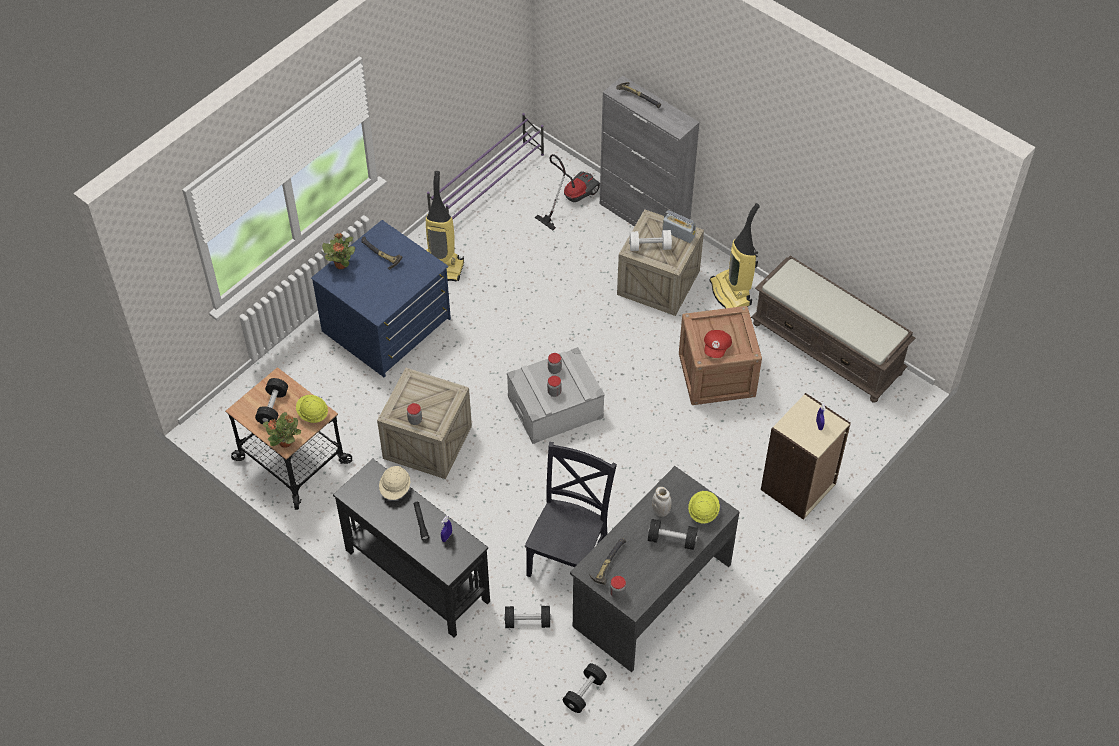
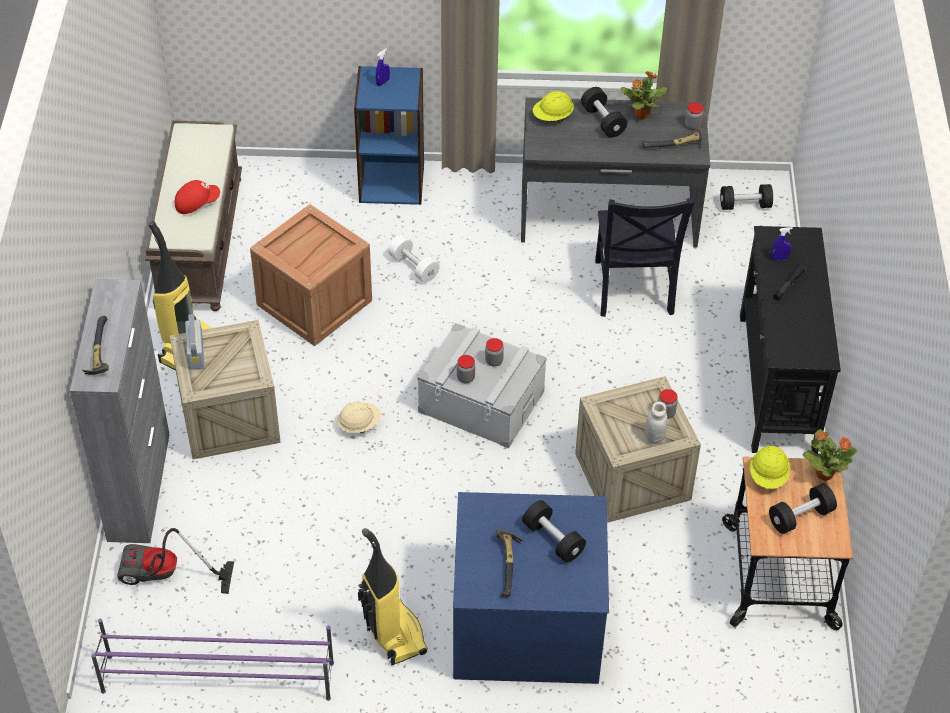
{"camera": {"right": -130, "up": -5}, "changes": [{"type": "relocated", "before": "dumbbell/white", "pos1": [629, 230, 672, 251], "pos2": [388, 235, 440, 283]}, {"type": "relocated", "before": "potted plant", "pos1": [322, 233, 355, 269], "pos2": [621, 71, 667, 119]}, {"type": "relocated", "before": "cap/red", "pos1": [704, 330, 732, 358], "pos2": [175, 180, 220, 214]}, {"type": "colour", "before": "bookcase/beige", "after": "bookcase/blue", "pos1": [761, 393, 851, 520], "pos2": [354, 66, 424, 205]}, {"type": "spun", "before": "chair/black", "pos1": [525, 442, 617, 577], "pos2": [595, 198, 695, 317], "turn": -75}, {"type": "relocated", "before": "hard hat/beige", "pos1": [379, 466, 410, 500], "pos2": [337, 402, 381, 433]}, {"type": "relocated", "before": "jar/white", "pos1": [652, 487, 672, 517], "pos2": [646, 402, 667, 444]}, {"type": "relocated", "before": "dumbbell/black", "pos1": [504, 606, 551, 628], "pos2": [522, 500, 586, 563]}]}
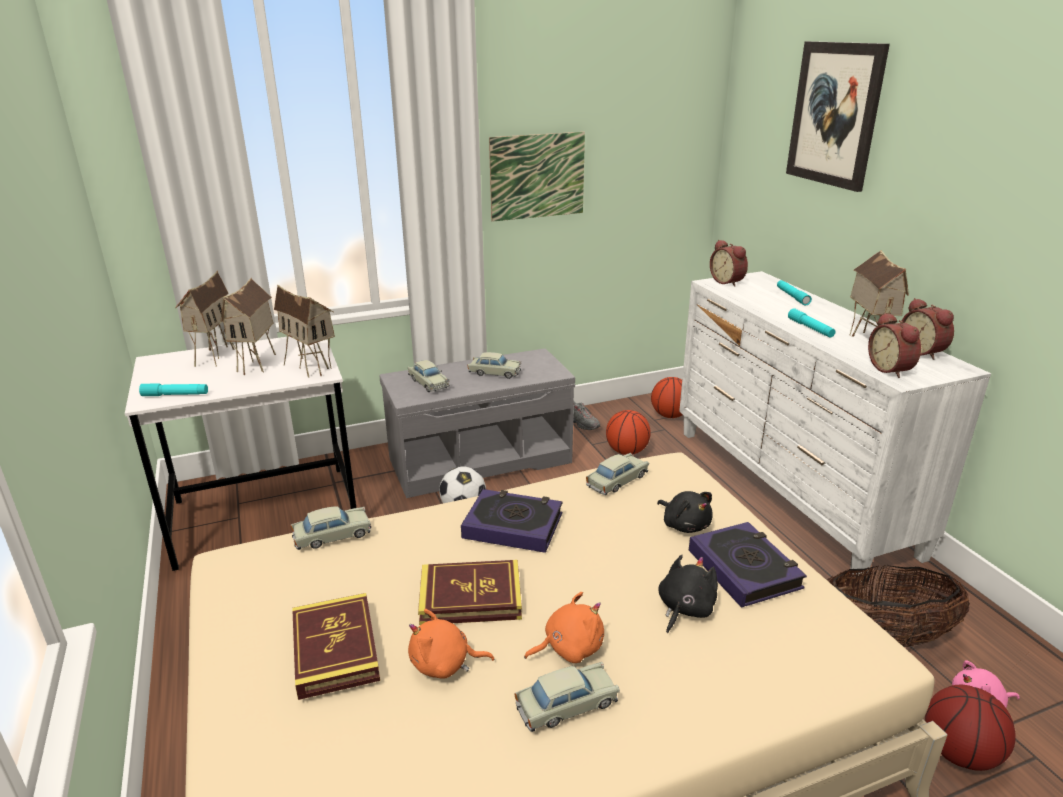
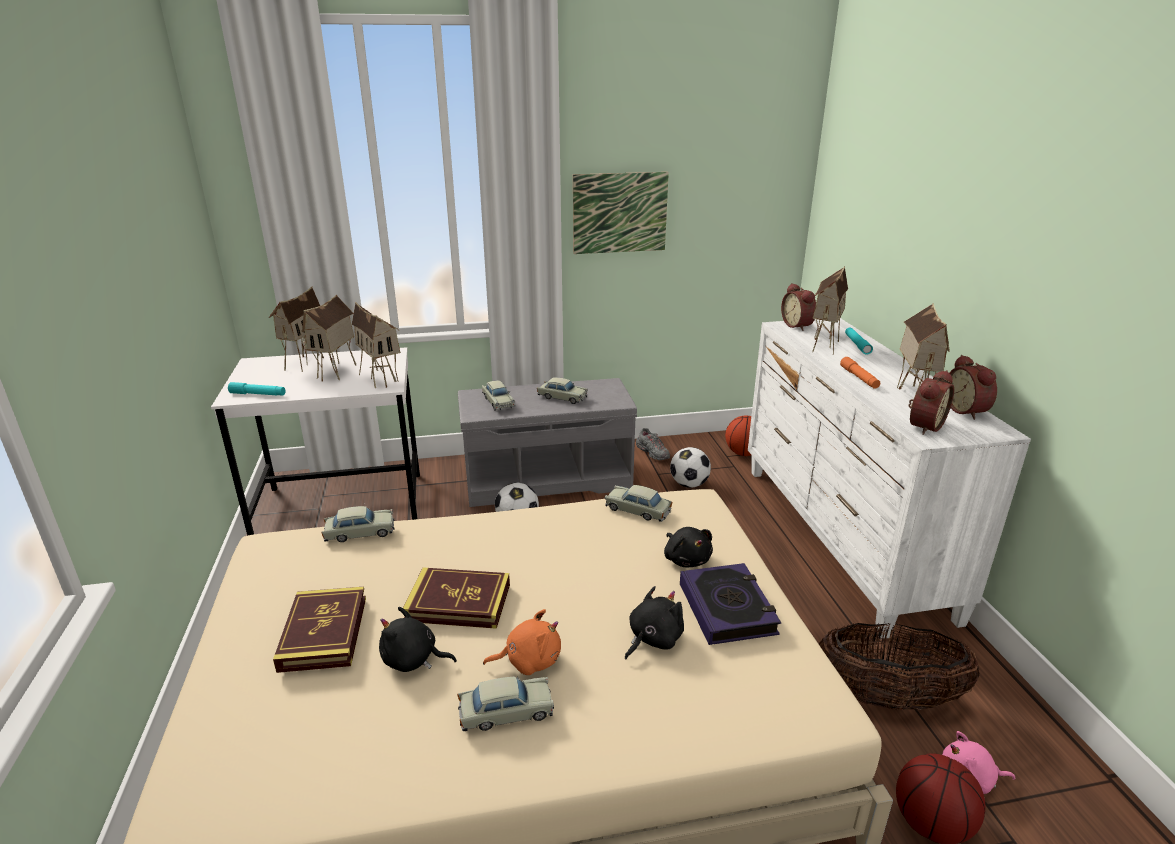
{"camera": {"right": 10, "up": 0}, "changes": [{"type": "missing", "before": "picture", "pos1": [786, 41, 890, 192]}, {"type": "colour", "before": "flashlight/turquoise", "after": "flashlight/orange", "pos1": [788, 308, 836, 337], "pos2": [840, 357, 880, 389]}, {"type": "spun", "before": "alarm clock", "pos1": [868, 312, 921, 378], "pos2": [908, 370, 954, 435], "turn": -135}, {"type": "exchanged", "before": "basketball", "after": "football", "pos1": [606, 410, 651, 455], "pos2": [670, 447, 711, 488]}, {"type": "spun", "before": "toy car/beige", "pos1": [586, 453, 649, 495], "pos2": [605, 485, 672, 522], "turn": -120}, {"type": "missing", "before": "book", "pos1": [461, 489, 563, 553]}, {"type": "colour", "before": "plush toy/orange", "after": "plush toy/black", "pos1": [408, 609, 494, 679], "pos2": [379, 607, 457, 672]}, {"type": "appeared", "after": "toy house", "pos2": [812, 266, 848, 355]}]}
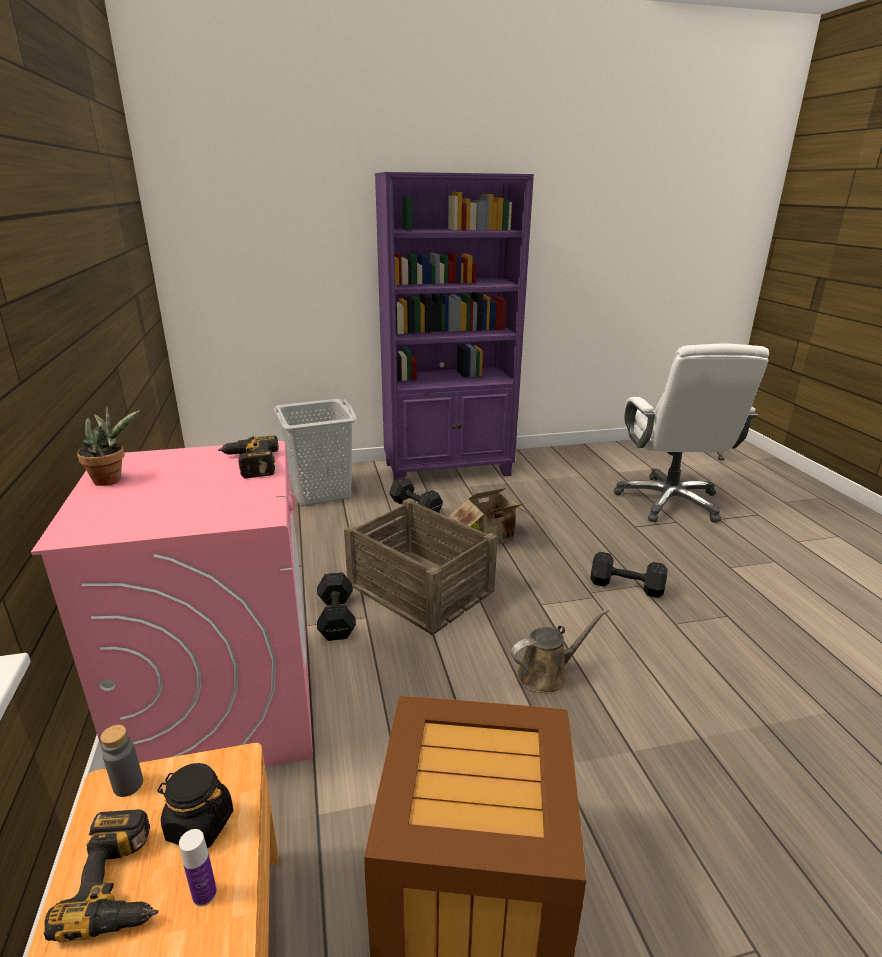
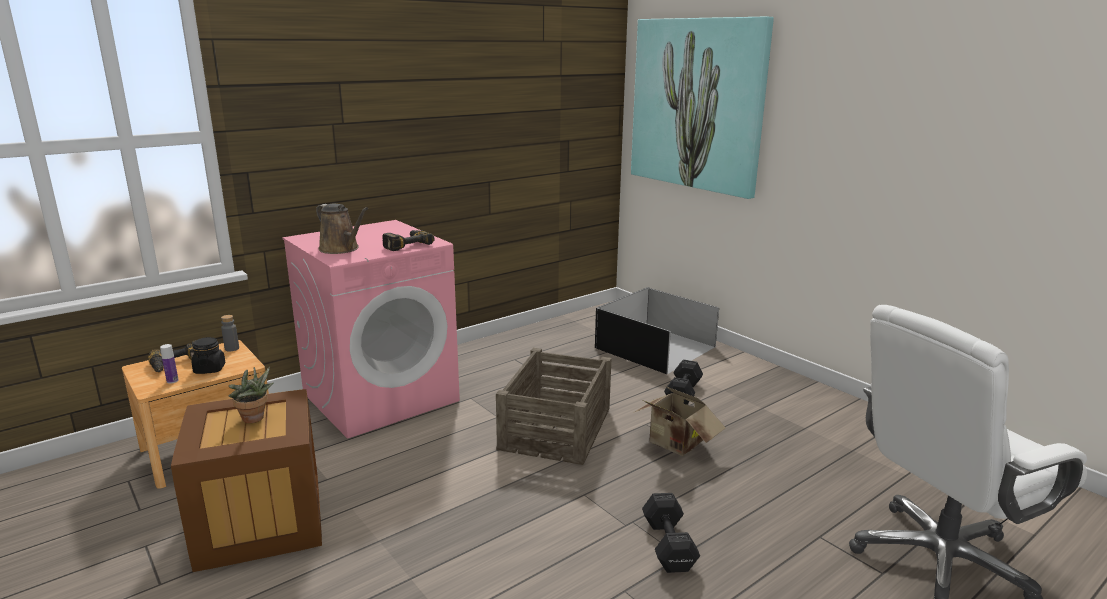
{"camera": {"right": 65, "up": -5}, "changes": [{"type": "missing", "before": "bookcase/purple", "pos1": [375, 172, 534, 481]}, {"type": "exchanged", "before": "laundry basket/grey", "after": "storage box/black", "pos1": [273, 399, 358, 506], "pos2": [595, 287, 719, 374]}, {"type": "relocated", "before": "potted plant", "pos1": [77, 406, 139, 486], "pos2": [229, 367, 273, 423]}, {"type": "missing", "before": "dumbbell/black", "pos1": [317, 572, 356, 641]}, {"type": "relocated", "before": "watering can/brown", "pos1": [511, 609, 609, 694], "pos2": [316, 203, 368, 254]}, {"type": "appeared", "after": "picture", "pos2": [631, 17, 774, 199]}]}
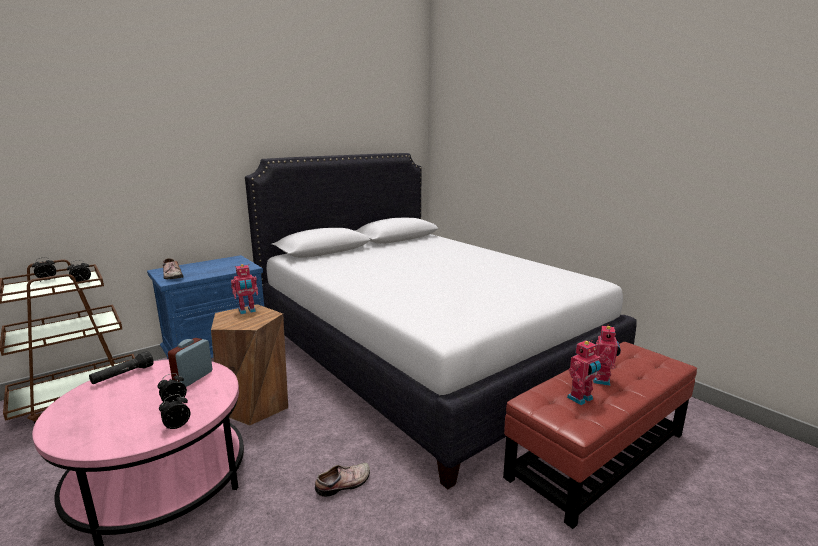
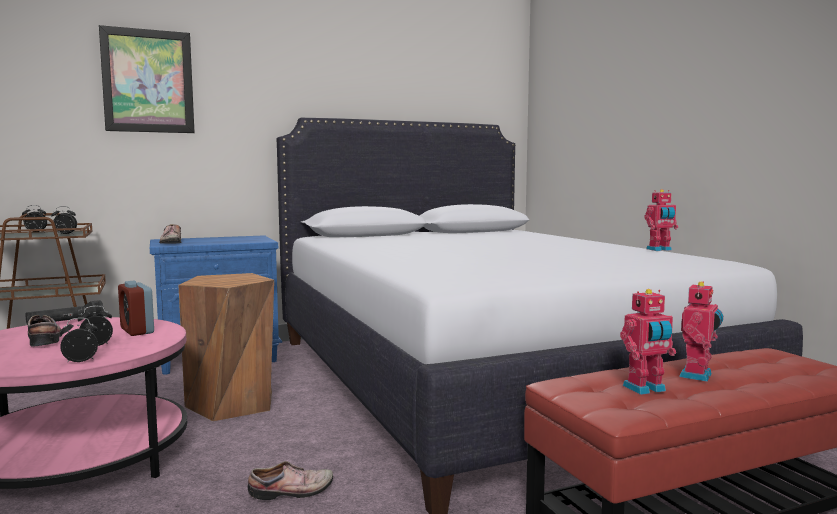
{"camera": {"right": 15, "up": -10}, "changes": [{"type": "relocated", "before": "toy robot", "pos1": [231, 264, 258, 314], "pos2": [644, 189, 678, 251]}, {"type": "spun", "before": "alarm clock", "pos1": [168, 338, 212, 387], "pos2": [118, 281, 154, 336], "turn": -75}, {"type": "appeared", "after": "picture", "pos2": [99, 25, 195, 133]}, {"type": "appeared", "after": "shoe", "pos2": [28, 315, 62, 347]}]}
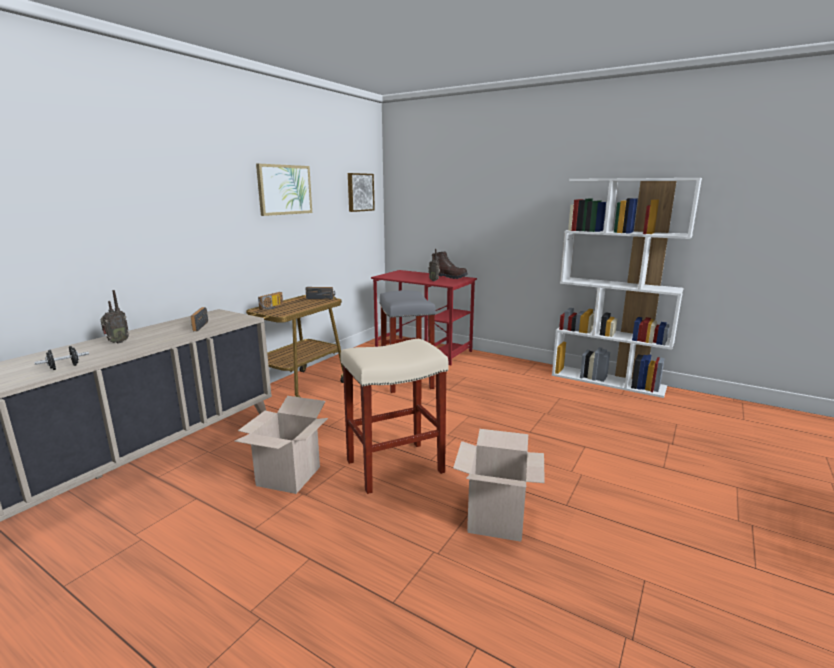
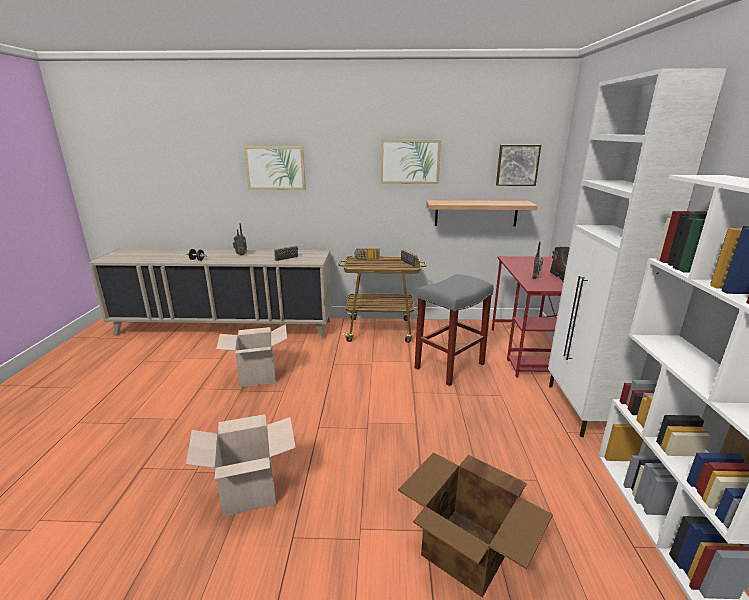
{"camera": {"right": 60, "up": 5}, "changes": [{"type": "missing", "before": "stool/beige", "pos1": [340, 339, 449, 494]}, {"type": "appeared", "after": "cabinet/white", "pos2": [548, 68, 726, 437]}, {"type": "appeared", "after": "picture", "pos2": [244, 146, 306, 190]}, {"type": "appeared", "after": "shelf", "pos2": [426, 200, 538, 226]}, {"type": "appeared", "after": "cardboard box", "pos2": [398, 452, 553, 598]}]}
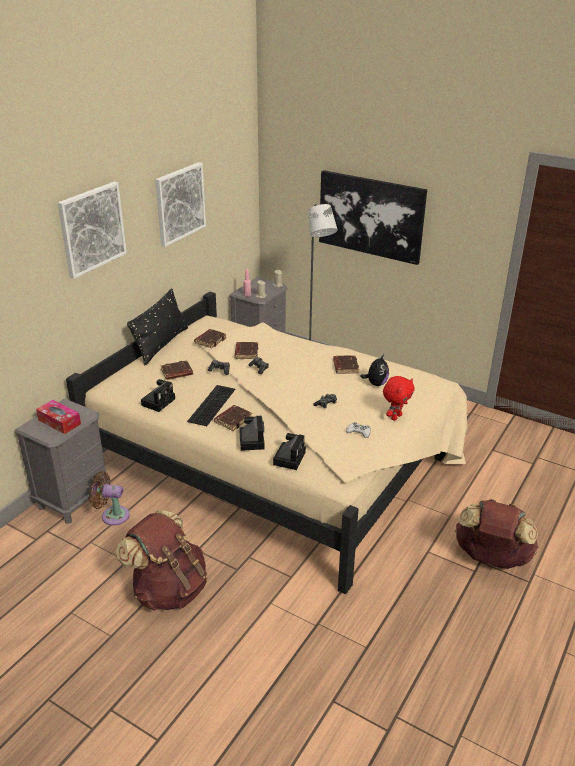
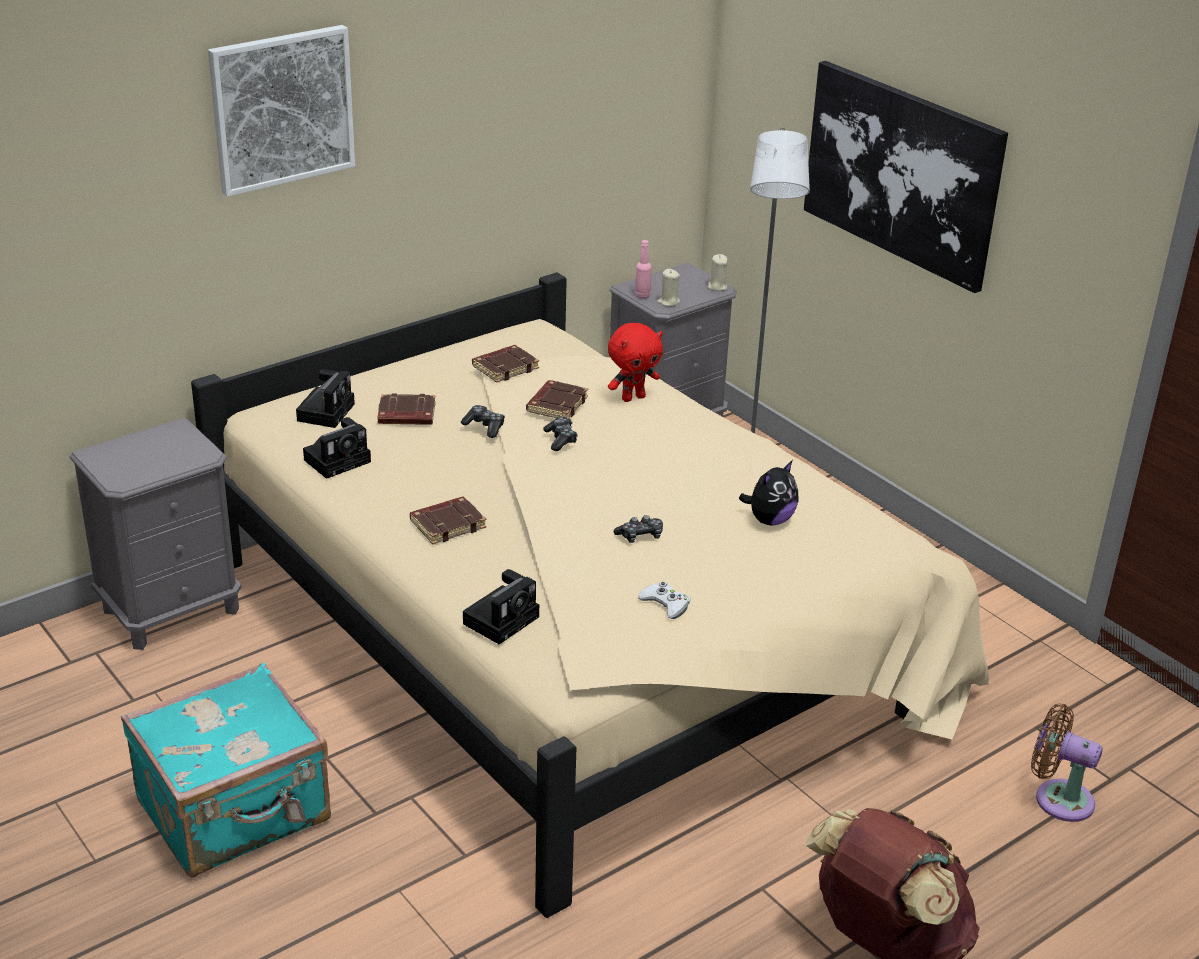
{"camera": {"right": 20, "up": 0}, "changes": [{"type": "missing", "before": "picture", "pos1": [155, 162, 206, 247]}, {"type": "missing", "before": "pillow/black", "pos1": [127, 288, 188, 365]}, {"type": "missing", "before": "book/brown", "pos1": [333, 355, 359, 374]}, {"type": "relocated", "before": "plush toy/red", "pos1": [383, 376, 414, 421], "pos2": [608, 323, 663, 402]}, {"type": "missing", "before": "keyboard", "pos1": [187, 385, 235, 426]}, {"type": "missing", "before": "tissue box", "pos1": [36, 400, 81, 434]}, {"type": "relocated", "before": "photo camera", "pos1": [239, 416, 265, 451], "pos2": [296, 369, 355, 428]}, {"type": "relocated", "before": "fan/brown", "pos1": [89, 471, 130, 526], "pos2": [1031, 703, 1103, 822]}, {"type": "exchanged", "before": "backpack/brown", "after": "suitcase/turquoise", "pos1": [116, 510, 207, 611], "pos2": [121, 663, 331, 878]}]}
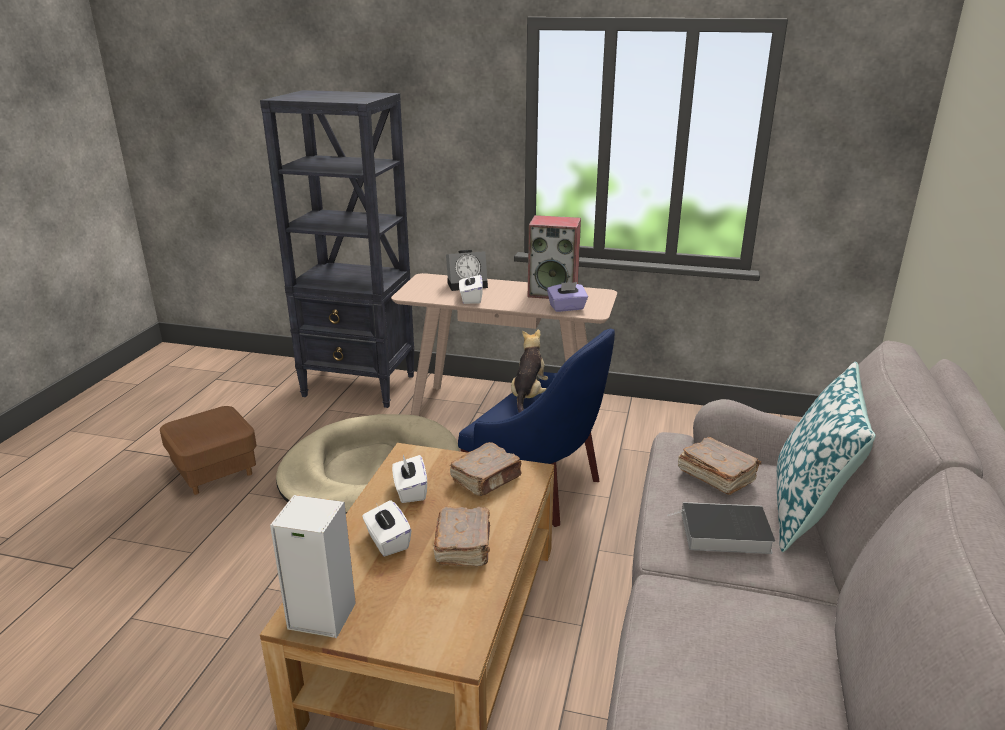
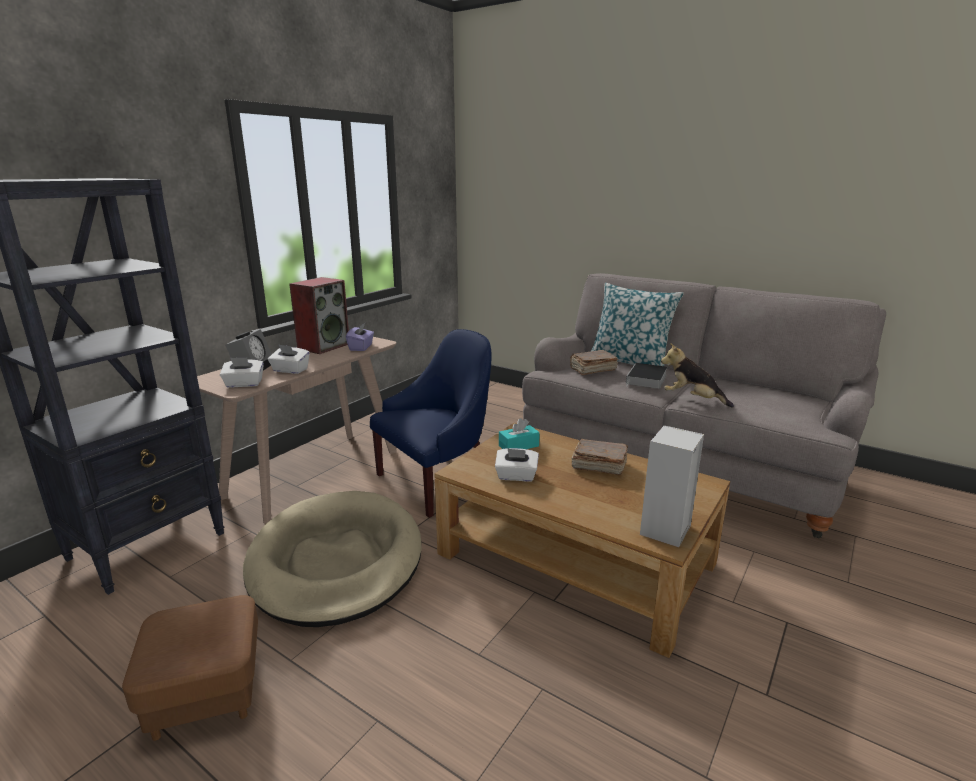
{"camera": {"right": -70, "up": -5}, "changes": [{"type": "relocated", "before": "plush toy", "pos1": [511, 329, 548, 413], "pos2": [661, 343, 734, 408]}, {"type": "exchanged", "before": "book/brown", "after": "tissue box/turquoise", "pos1": [450, 442, 522, 496], "pos2": [499, 418, 540, 449]}, {"type": "relocated", "before": "tissue box/white", "pos1": [362, 500, 412, 556], "pos2": [220, 358, 264, 388]}]}
